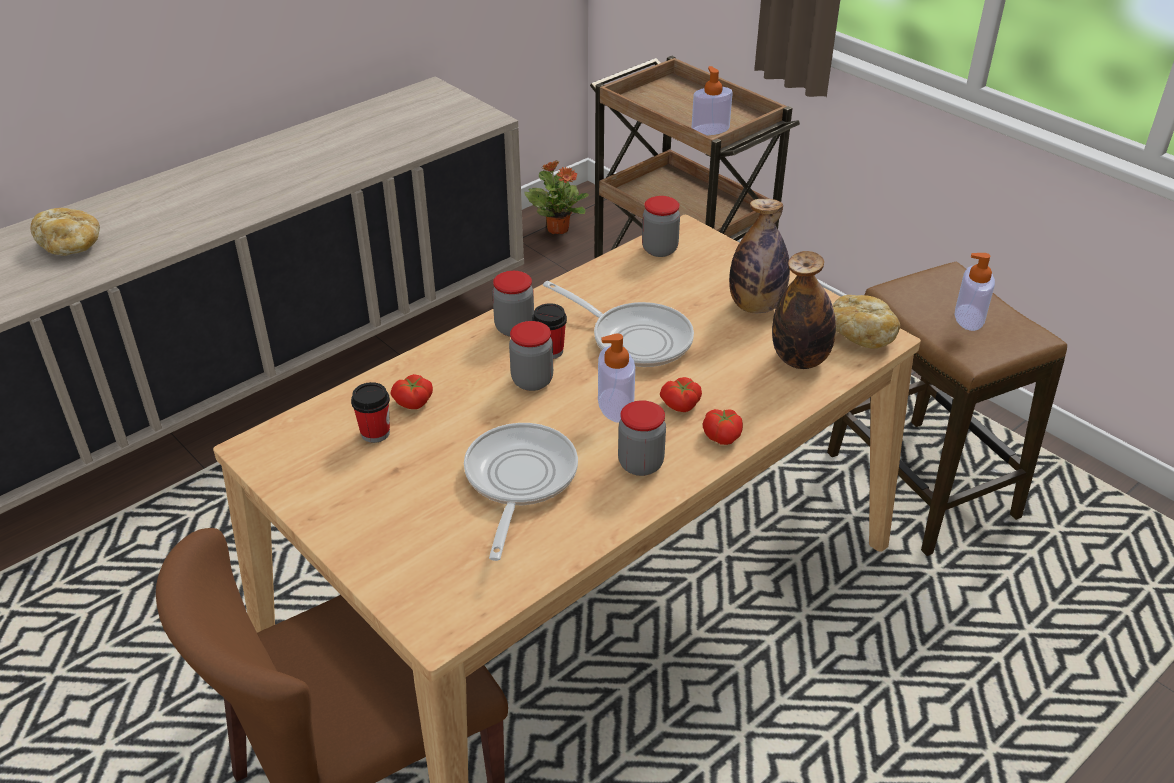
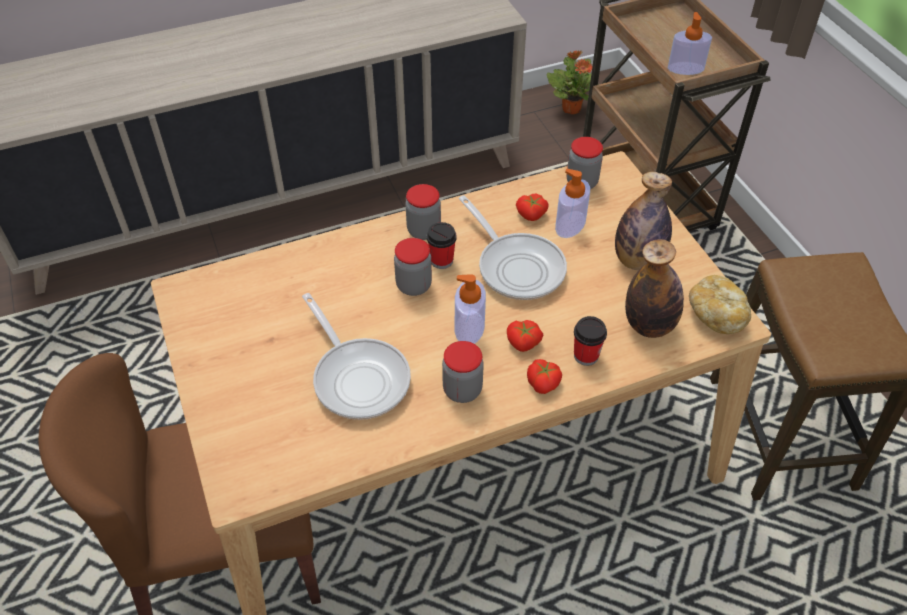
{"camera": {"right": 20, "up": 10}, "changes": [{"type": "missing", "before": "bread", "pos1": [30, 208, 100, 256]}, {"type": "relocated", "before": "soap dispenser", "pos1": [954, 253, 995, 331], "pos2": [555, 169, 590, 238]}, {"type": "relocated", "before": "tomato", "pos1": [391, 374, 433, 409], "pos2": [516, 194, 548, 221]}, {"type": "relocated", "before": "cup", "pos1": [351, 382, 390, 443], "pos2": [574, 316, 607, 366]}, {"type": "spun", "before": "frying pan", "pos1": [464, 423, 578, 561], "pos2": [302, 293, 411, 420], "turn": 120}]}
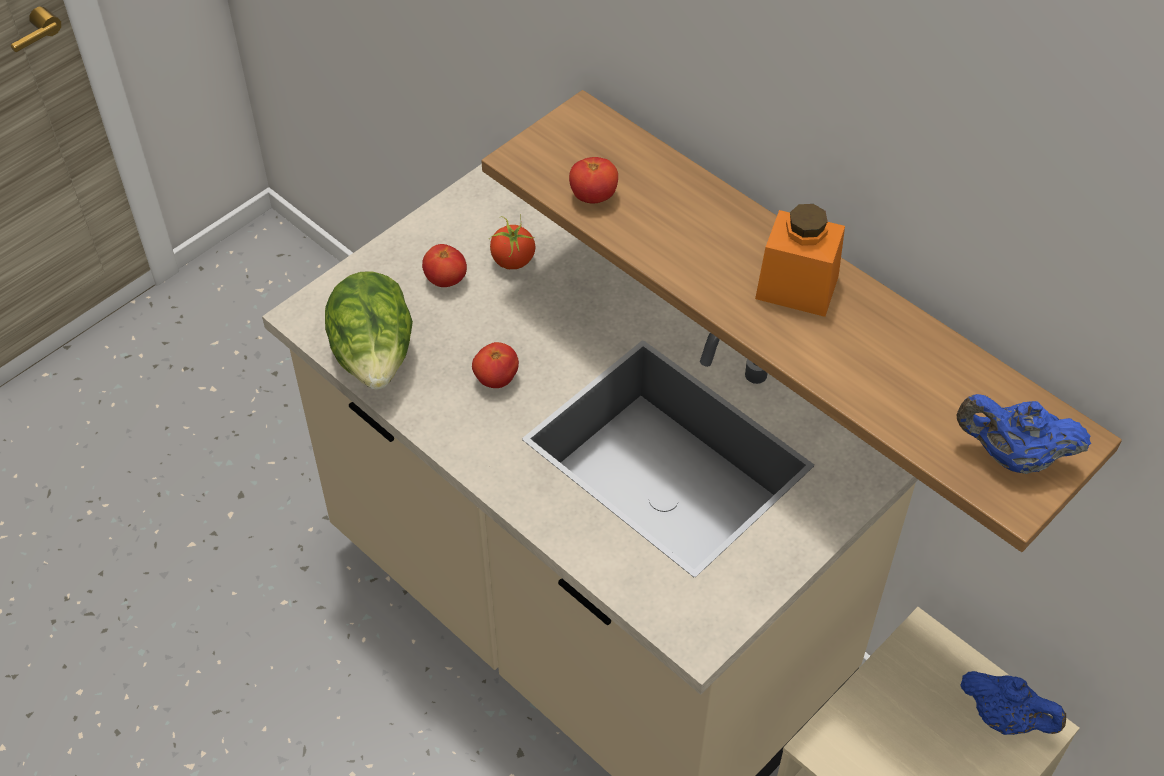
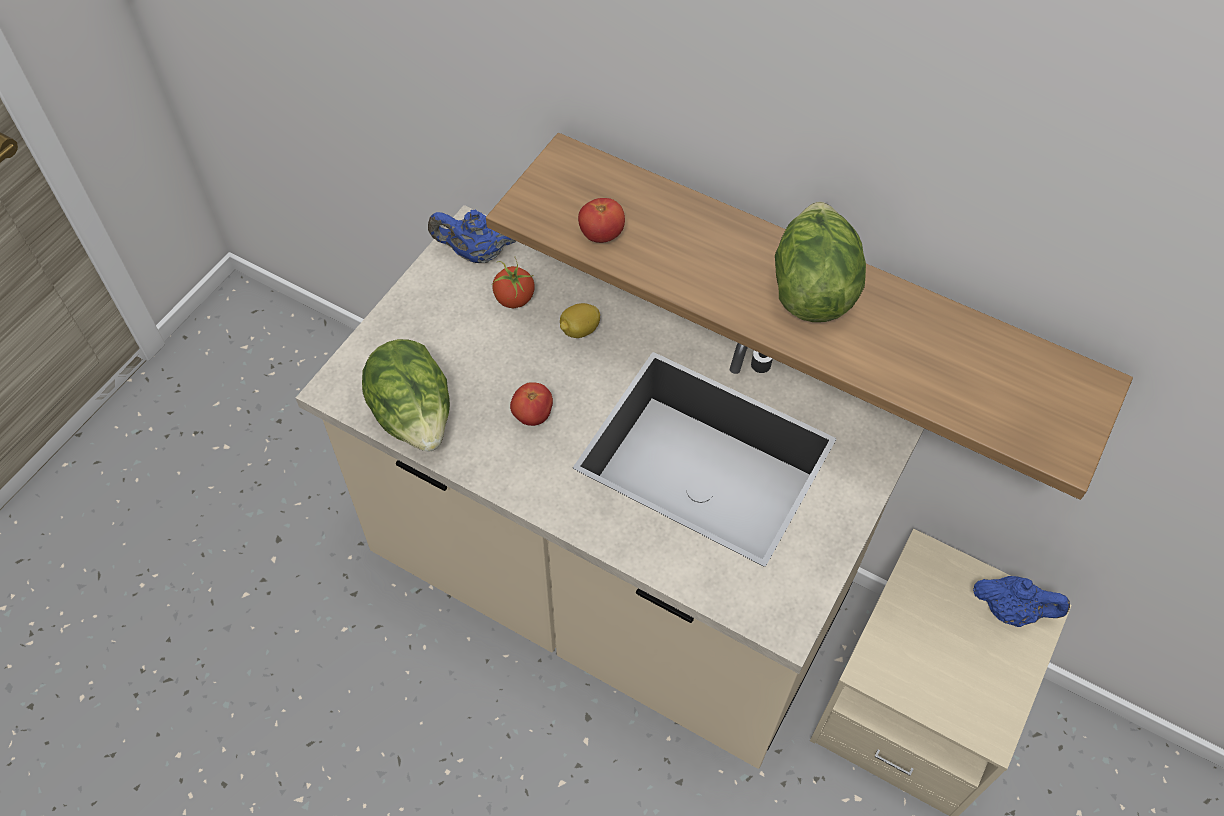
{"camera": {"right": -15, "up": 5}, "changes": [{"type": "exchanged", "before": "jar/orange", "after": "lettuce", "pos1": [755, 204, 845, 317], "pos2": [775, 201, 866, 322]}, {"type": "missing", "before": "tomato", "pos1": [422, 244, 467, 287]}, {"type": "relocated", "before": "teapot/blue", "pos1": [956, 394, 1091, 474], "pos2": [428, 209, 516, 263]}, {"type": "appeared", "after": "lemon", "pos2": [560, 303, 600, 338]}]}
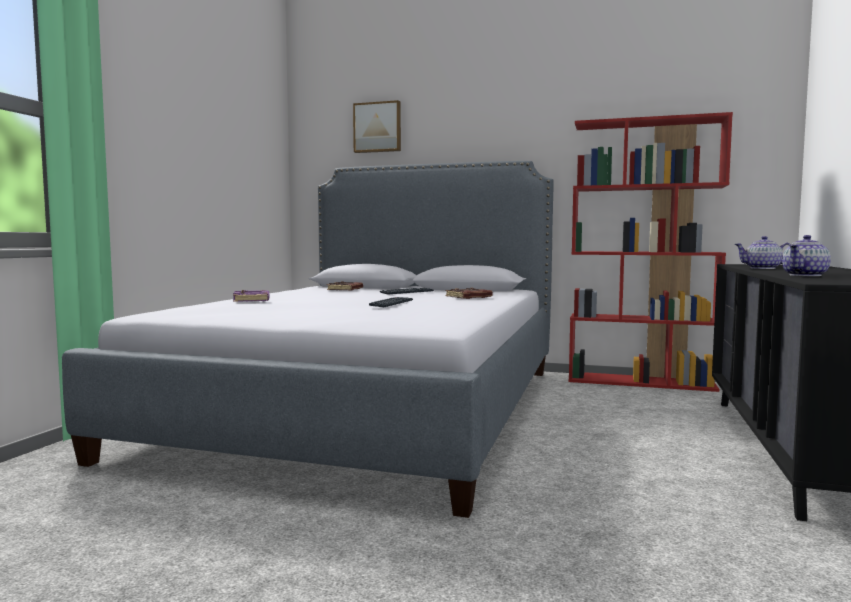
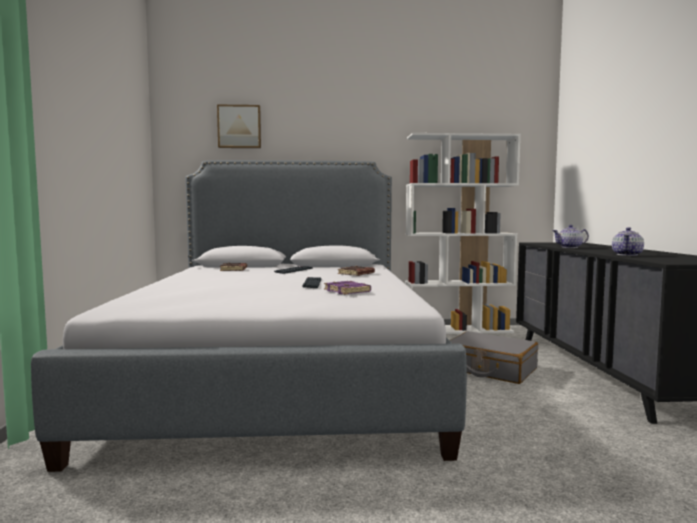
{"camera": {"right": -20, "up": 0}, "changes": [{"type": "colour", "before": "bookcase/red", "after": "bookcase/white", "pos1": [569, 112, 733, 392], "pos2": [405, 133, 521, 334]}, {"type": "relocated", "before": "book/purple", "pos1": [233, 290, 269, 302], "pos2": [324, 281, 371, 294]}, {"type": "appeared", "after": "suitcase/grey", "pos2": [450, 331, 538, 384]}]}
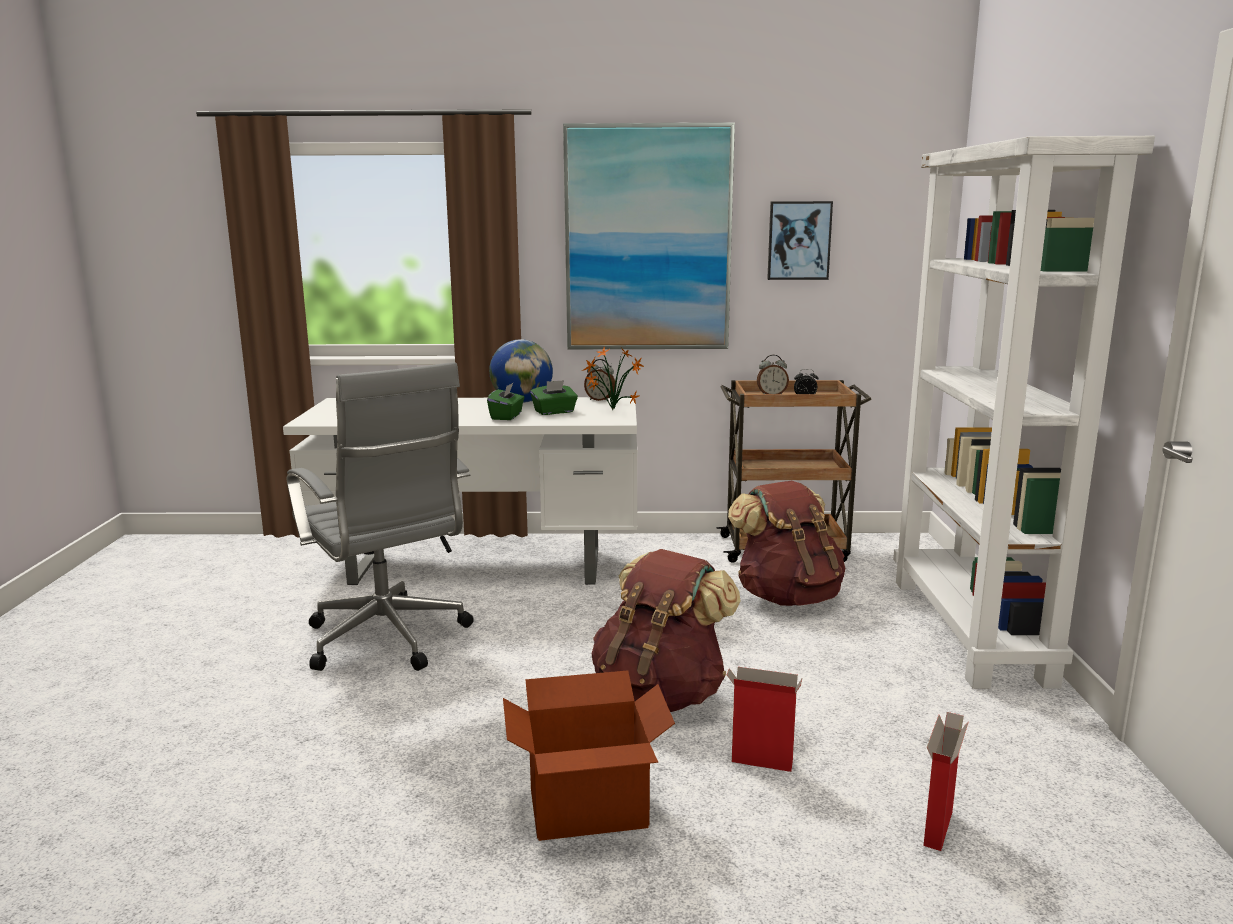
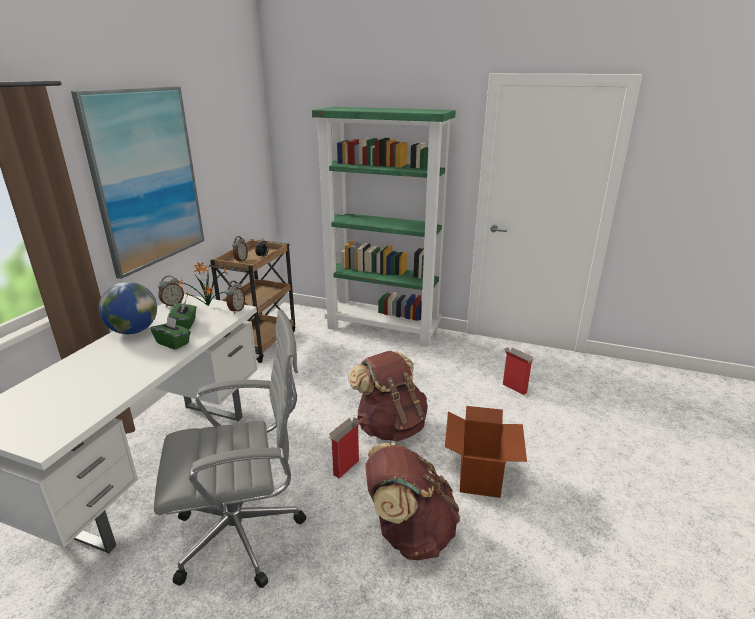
{"camera": {"right": -70, "up": 10}, "changes": [{"type": "colour", "before": "bookcase/white", "after": "bookcase/green", "pos1": [893, 136, 1155, 689], "pos2": [312, 107, 456, 347]}, {"type": "missing", "before": "picture", "pos1": [767, 201, 833, 280]}, {"type": "relocated", "before": "backpack/brown", "pos1": [728, 481, 845, 606], "pos2": [365, 443, 460, 560]}, {"type": "relocated", "before": "cardboard box", "pos1": [727, 667, 802, 772], "pos2": [329, 417, 360, 479]}, {"type": "appeared", "after": "alarm clock", "pos2": [225, 281, 245, 314]}]}
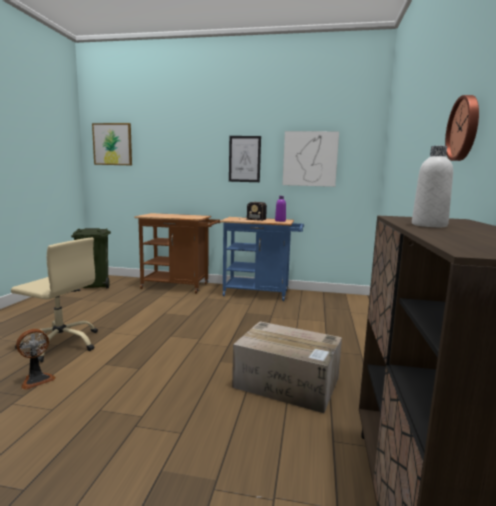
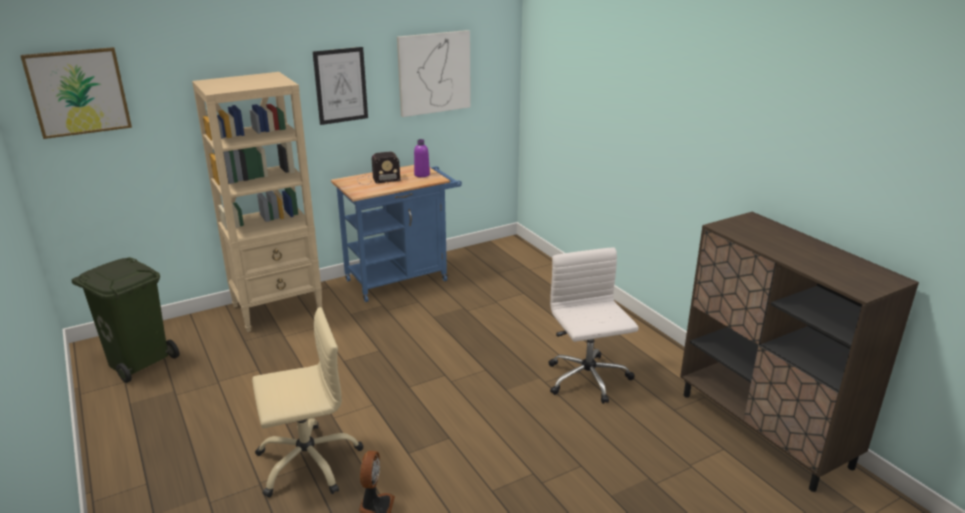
{"camera": {"right": -40, "up": 15}, "changes": [{"type": "missing", "before": "wall clock", "pos1": [445, 95, 479, 161]}, {"type": "missing", "before": "bottle/white", "pos1": [412, 146, 453, 227]}, {"type": "exchanged", "before": "cart/brown", "after": "bookcase/beige", "pos1": [134, 213, 220, 294], "pos2": [192, 72, 323, 332]}, {"type": "exchanged", "before": "cardboard box", "after": "office chair/white", "pos1": [232, 321, 342, 413], "pos2": [549, 247, 639, 404]}]}
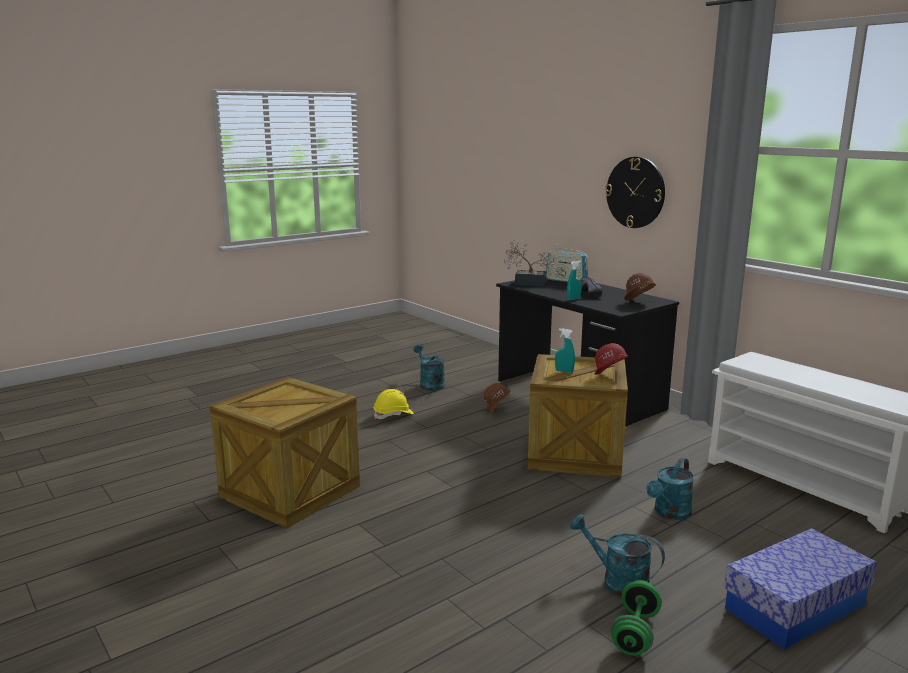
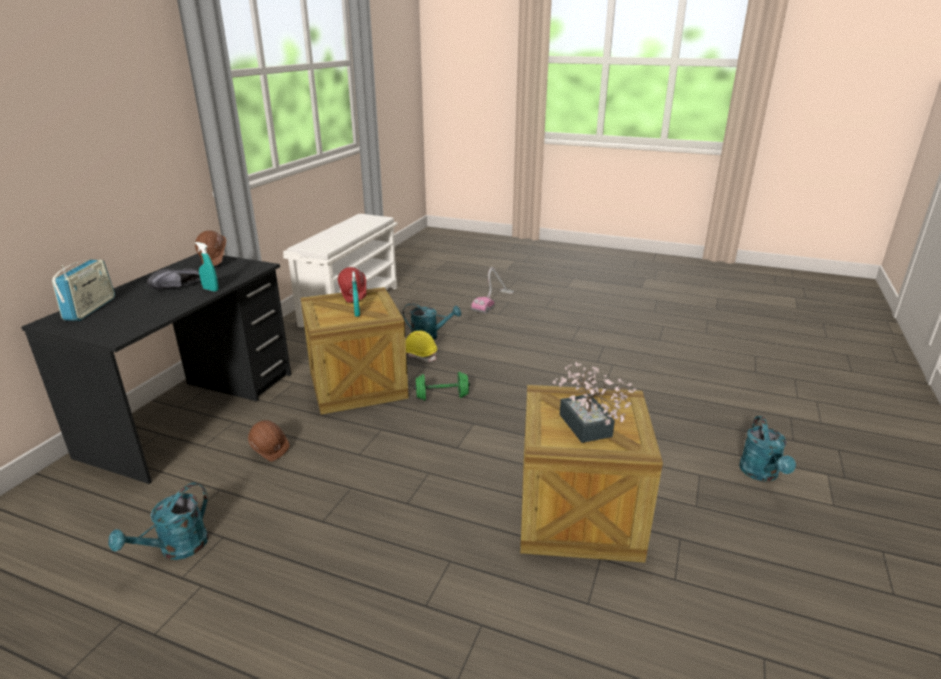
{"camera": {"right": -120, "up": 10}, "changes": [{"type": "missing", "before": "wall clock", "pos1": [605, 157, 665, 228]}, {"type": "relocated", "before": "potted plant", "pos1": [504, 240, 555, 286], "pos2": [552, 362, 637, 443]}, {"type": "relocated", "before": "hard hat/yellow", "pos1": [374, 389, 414, 419], "pos2": [406, 331, 437, 362]}, {"type": "relocated", "before": "watering can/turquoise", "pos1": [570, 514, 665, 597], "pos2": [739, 416, 796, 482]}, {"type": "exchanged", "before": "storage box", "after": "vacuum cleaner", "pos1": [724, 528, 877, 650], "pos2": [471, 267, 514, 314]}, {"type": "relocated", "before": "dumbbell/green", "pos1": [611, 580, 662, 656], "pos2": [414, 372, 470, 400]}]}
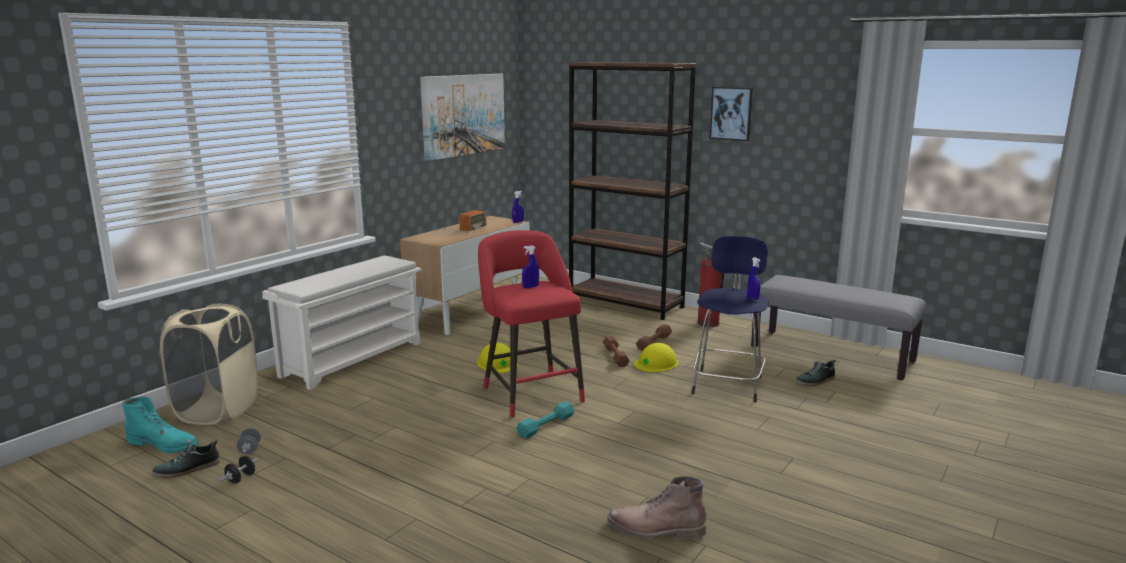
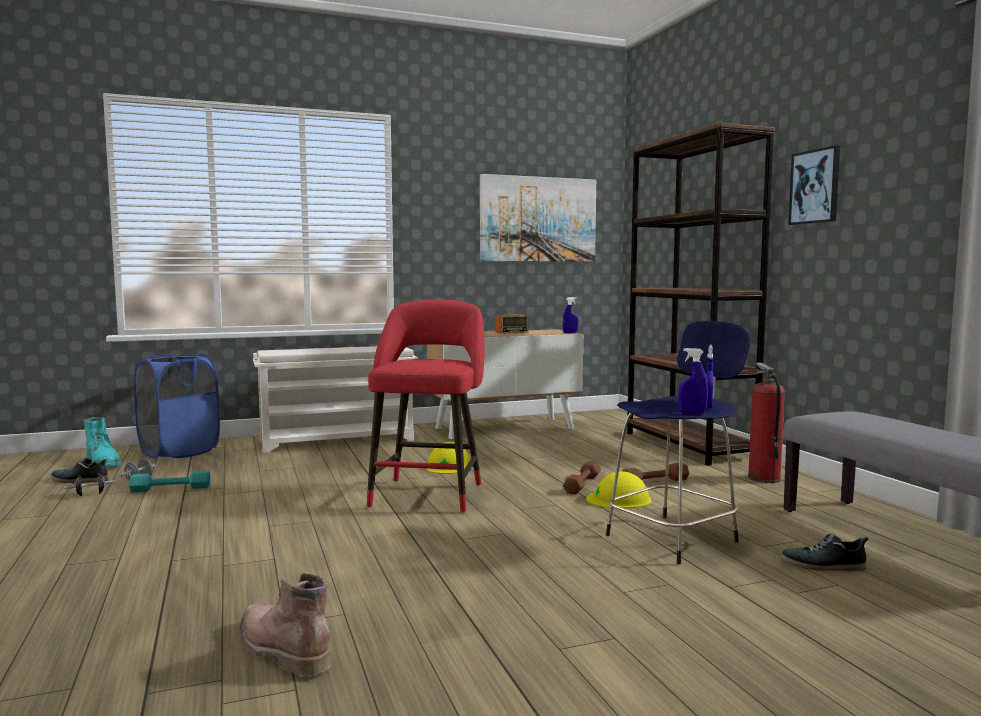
{"camera": {"right": 35, "up": -10}, "changes": [{"type": "relocated", "before": "spray bottle/blue", "pos1": [522, 245, 539, 288], "pos2": [678, 348, 708, 414]}, {"type": "colour", "before": "laundry basket/beige", "after": "laundry basket/blue", "pos1": [160, 304, 258, 425], "pos2": [134, 354, 220, 459]}, {"type": "relocated", "before": "dumbbell/turquoise", "pos1": [517, 401, 575, 439], "pos2": [129, 471, 211, 492]}]}
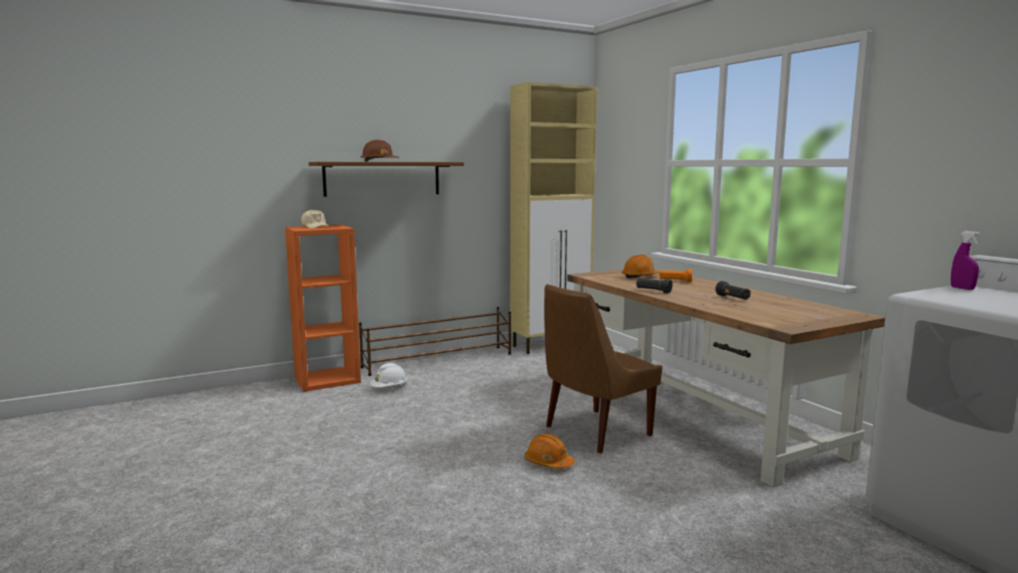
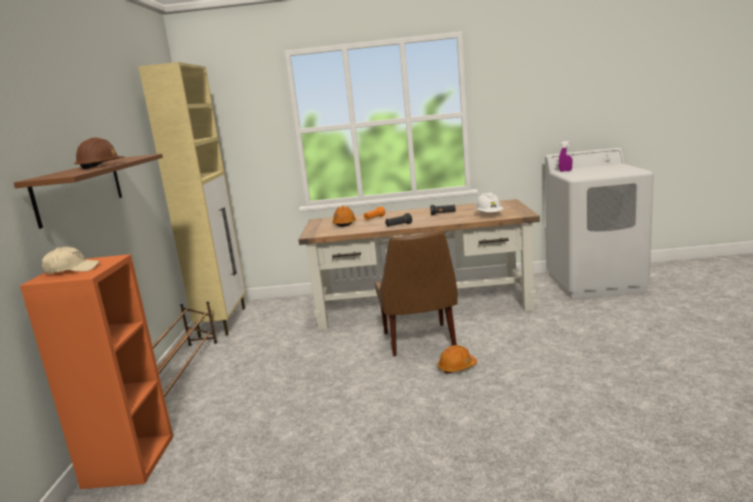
{"camera": {"right": -60, "up": 5}, "changes": [{"type": "relocated", "before": "hard hat/white", "pos1": [370, 363, 407, 387], "pos2": [475, 192, 503, 212]}]}
